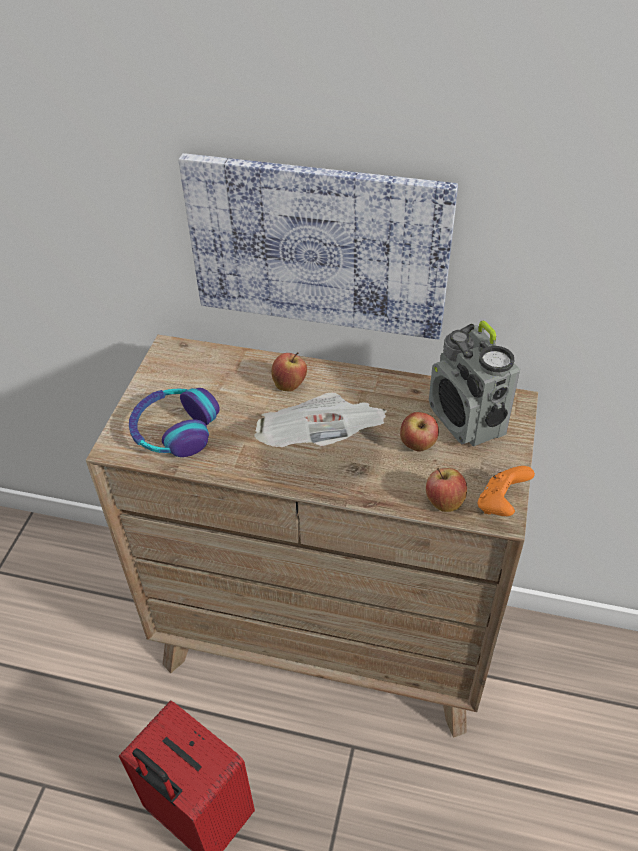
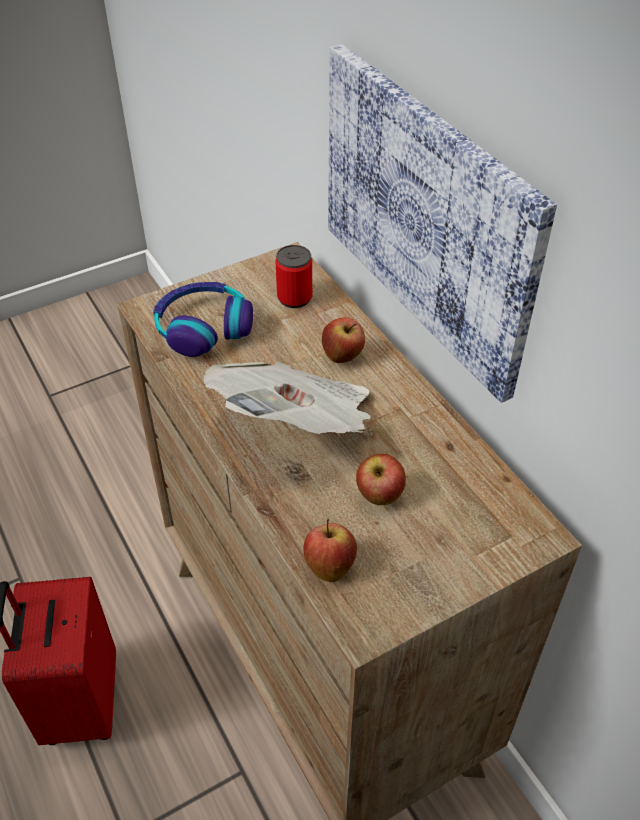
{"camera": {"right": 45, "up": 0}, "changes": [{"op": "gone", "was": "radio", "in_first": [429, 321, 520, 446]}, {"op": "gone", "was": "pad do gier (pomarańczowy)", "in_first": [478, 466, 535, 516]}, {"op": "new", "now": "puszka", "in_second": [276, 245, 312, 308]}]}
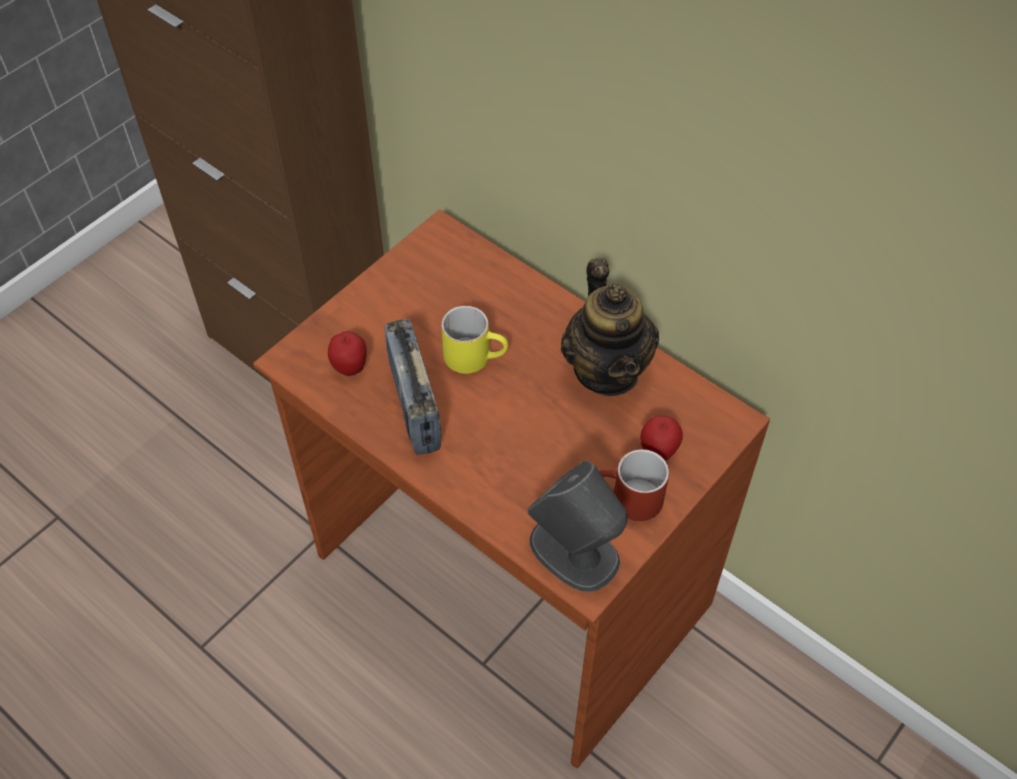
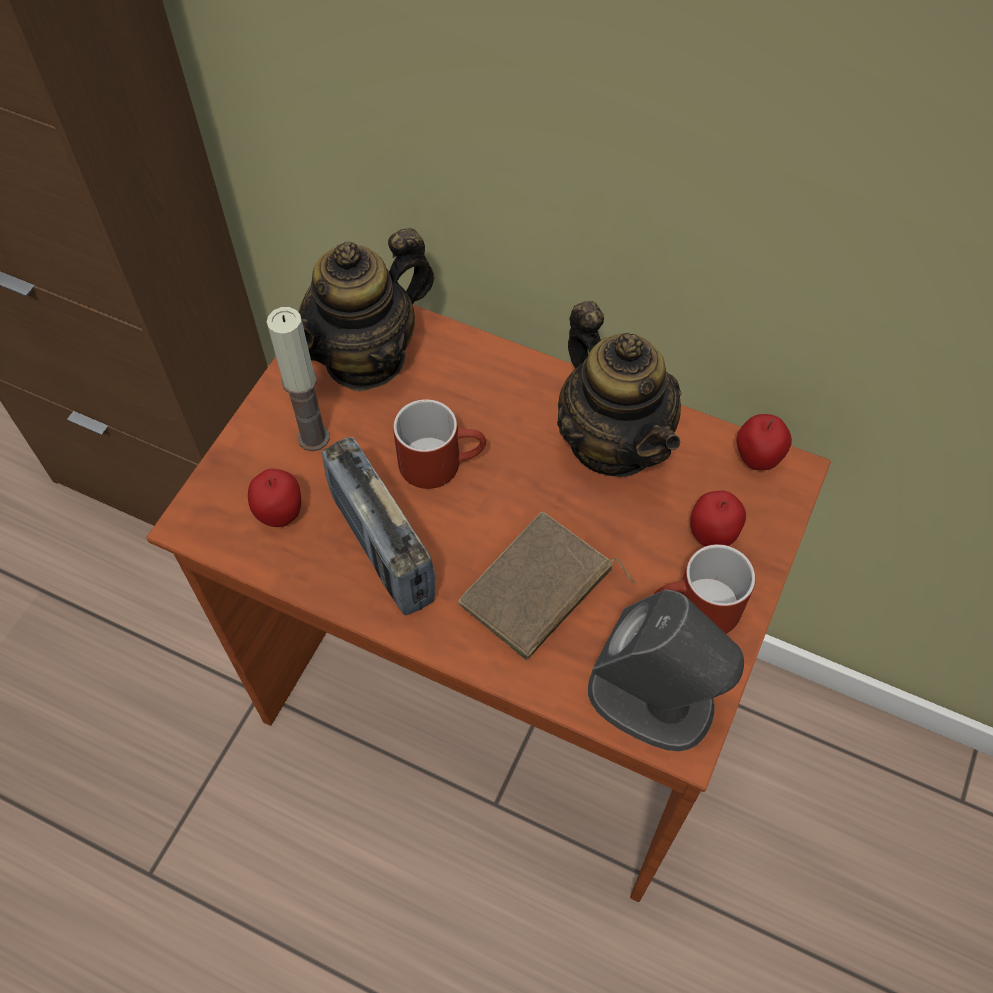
{"camera": {"right": -15, "up": 5}, "changes": [{"op": "new", "now": "świeca", "in_second": [267, 307, 330, 451]}, {"op": "new", "now": "imbryk", "in_second": [299, 228, 435, 392]}, {"op": "new", "now": "książka (brązowy)", "in_second": [458, 511, 636, 660]}, {"op": "new", "now": "jabłko", "in_second": [737, 414, 792, 470]}, {"op": "repainted", "was": "kubek (żółty)", "now": "kubek (czerwony)", "in_first": [441, 306, 508, 374], "in_second": [393, 399, 486, 489]}]}
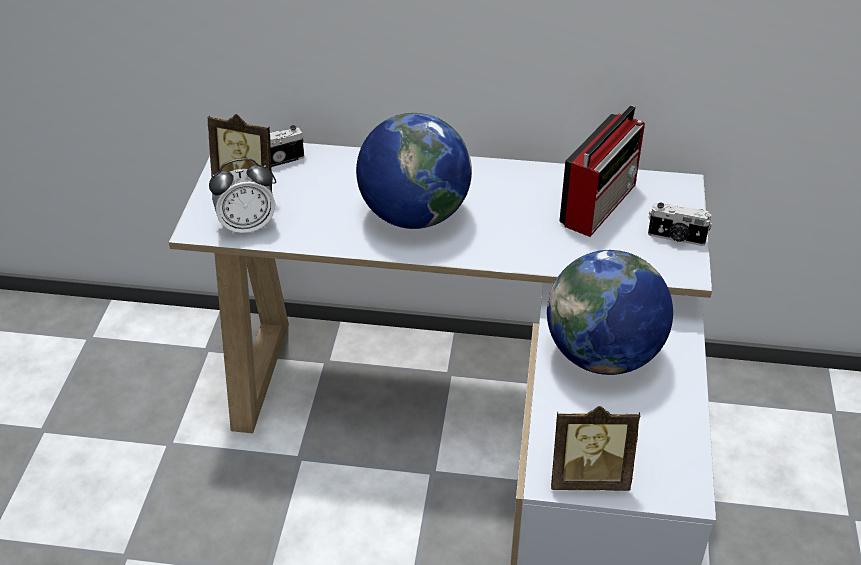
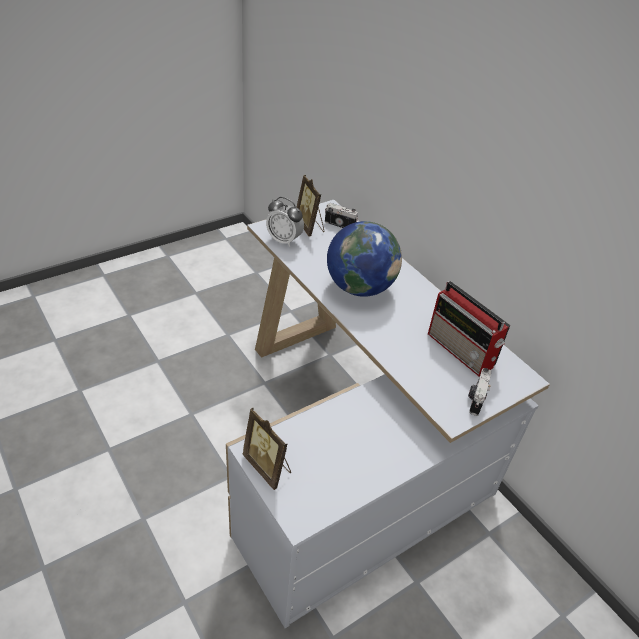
{"camera": {"right": 45, "up": 0}, "changes": [{"op": "gone", "was": "globus", "in_first": [547, 250, 673, 375]}, {"op": "rotated", "was": "radio", "in_first": [559, 105, 645, 237], "in_second": [428, 281, 510, 377], "clockwise": 60}, {"op": "rotated", "was": "aparat fotograficzny", "in_first": [648, 203, 712, 246], "in_second": [468, 368, 492, 416], "clockwise": 45}]}
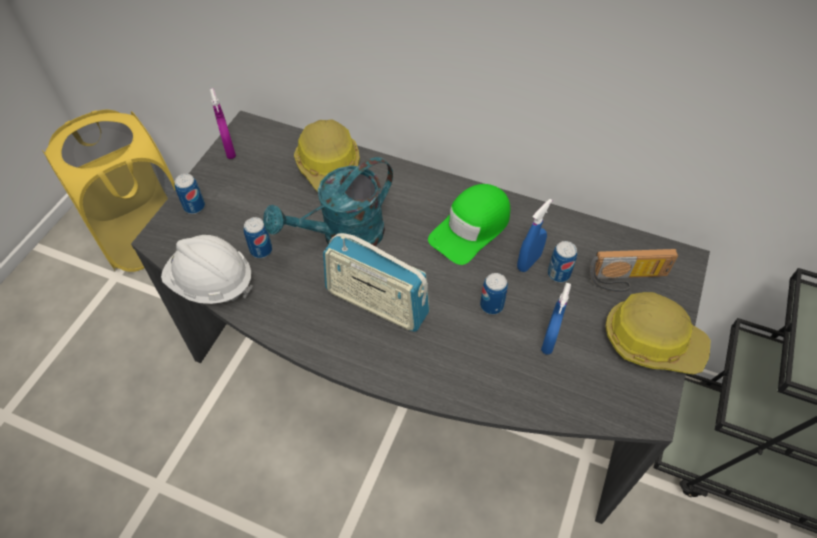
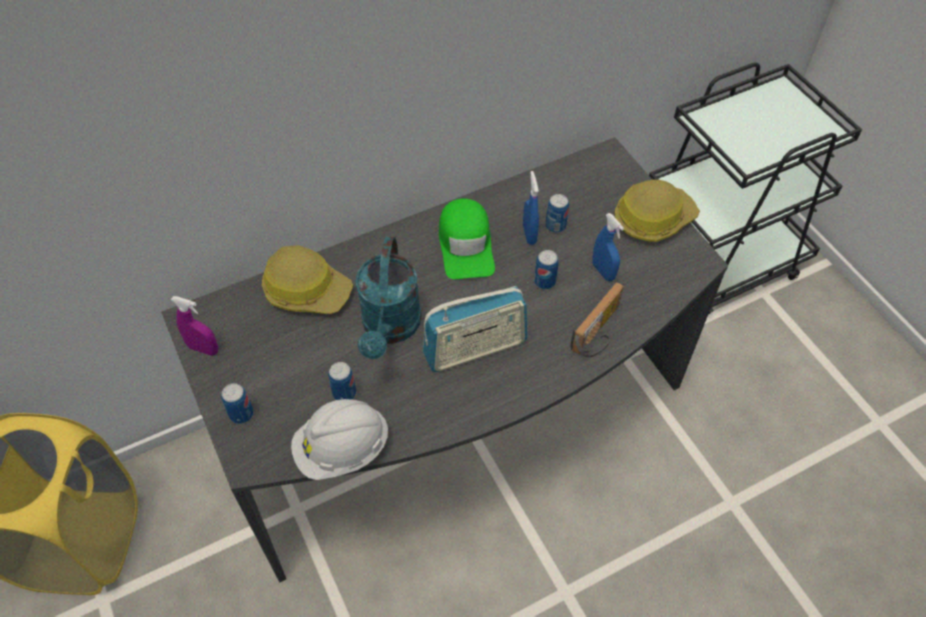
{"camera": {"right": -50, "up": 0}, "changes": [{"op": "shifted", "was": "radio", "in_first": [590, 248, 678, 292], "in_second": [570, 282, 623, 357]}]}
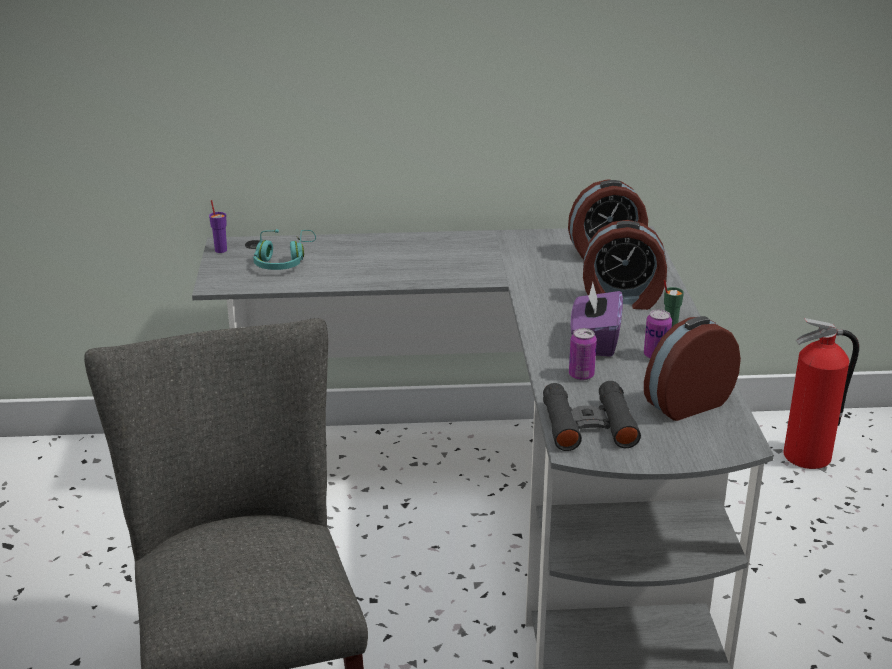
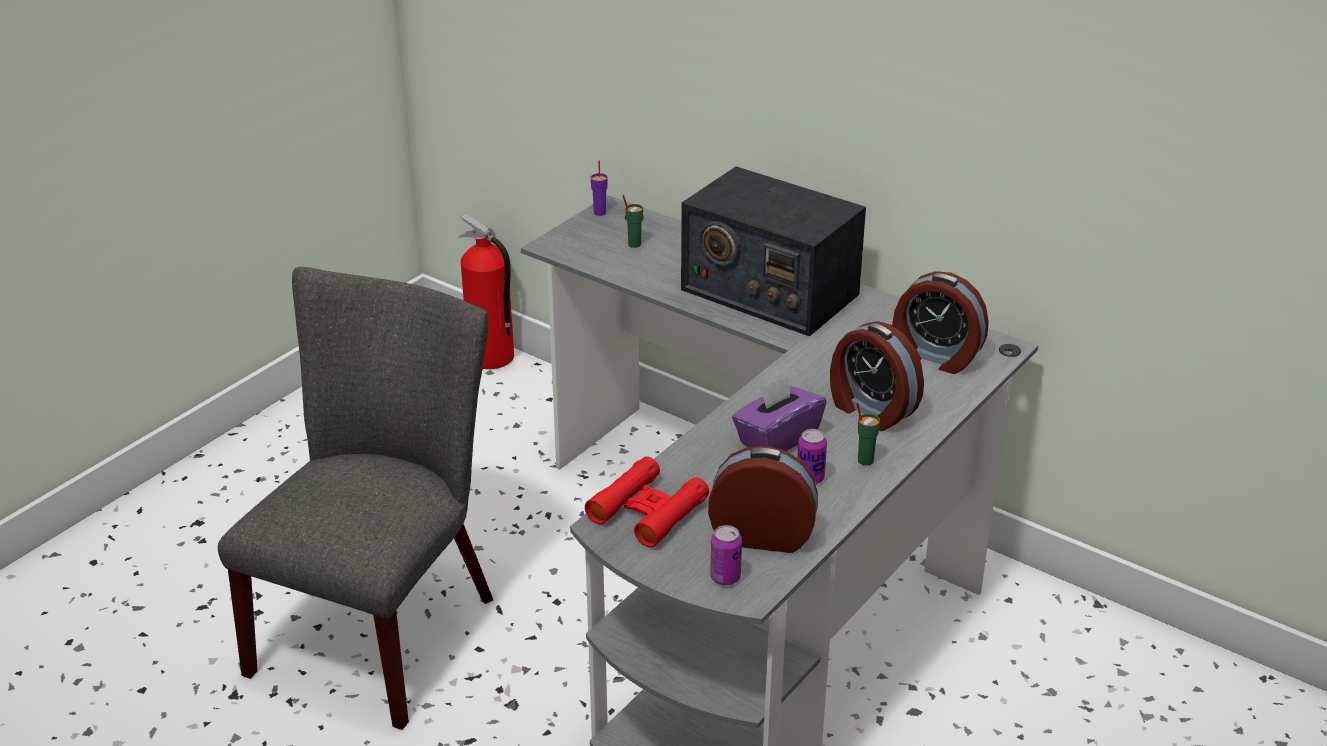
{"camera": {"right": 40, "up": 5}, "changes": [{"op": "new", "now": "radio", "in_second": [681, 166, 866, 337]}, {"op": "shifted", "was": "puszka", "in_first": [569, 328, 597, 381], "in_second": [710, 525, 742, 585]}, {"op": "shifted", "was": "gaśnica", "in_first": [783, 318, 859, 469], "in_second": [459, 214, 514, 369]}, {"op": "swapped", "was": "słuchawki (turkusowy)", "now": "filiżanka (zielony)", "in_first": [253, 229, 316, 270], "in_second": [623, 195, 643, 248]}, {"op": "repainted", "was": "lornetka (czarny)", "now": "lornetka (czerwony)", "in_first": [543, 381, 641, 451], "in_second": [585, 456, 709, 547]}]}
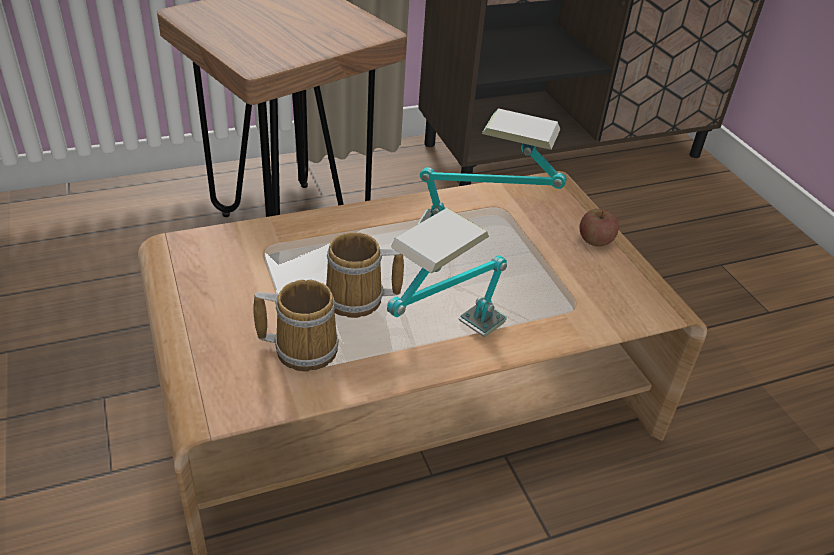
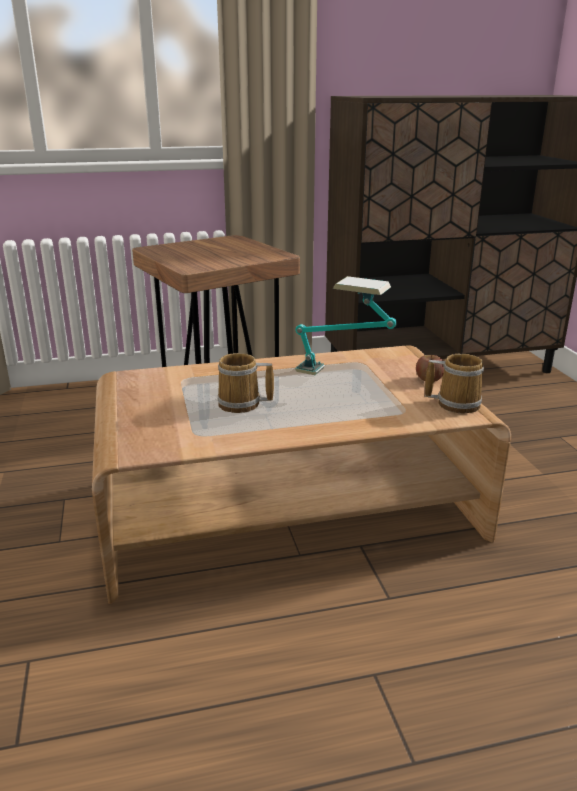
{"camera": {"right": 10, "up": -15}, "changes": [{"op": "gone", "was": "lampa stołowa", "in_first": [387, 208, 507, 338]}, {"op": "shifted", "was": "kubek", "in_first": [253, 280, 339, 371], "in_second": [425, 354, 484, 413]}]}
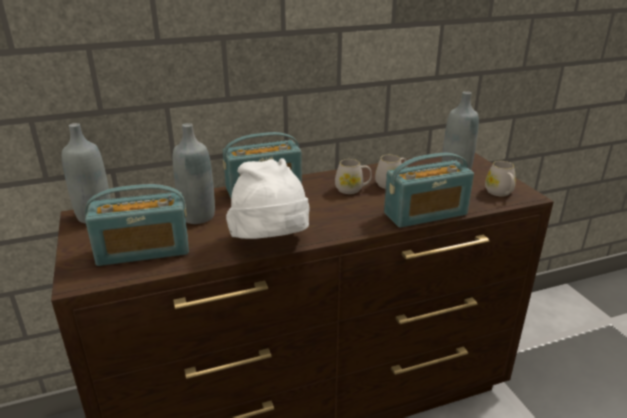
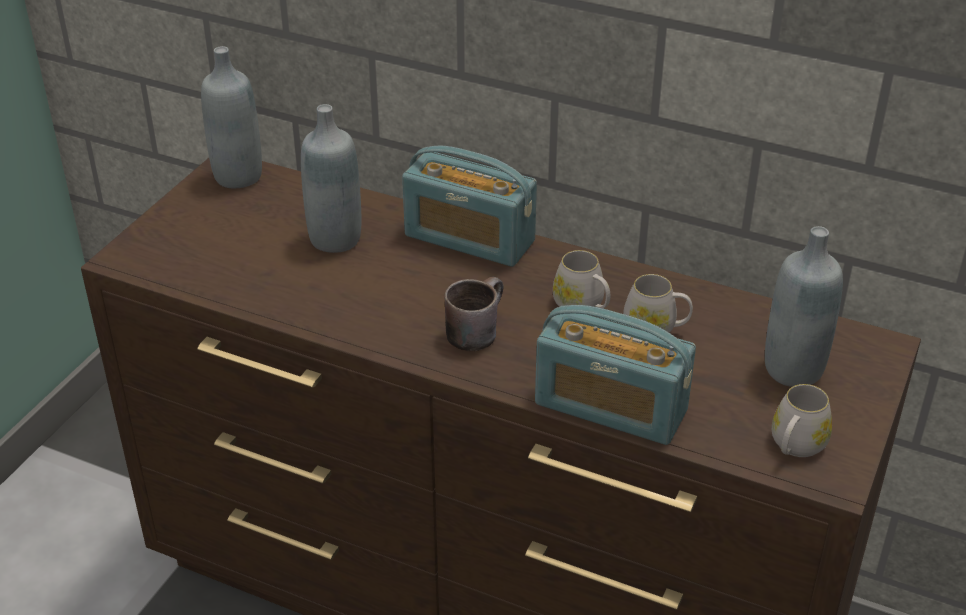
{"camera": {"right": 45, "up": 10}, "changes": [{"op": "gone", "was": "radio", "in_first": [85, 184, 189, 266]}, {"op": "gone", "was": "kapelusz (biały)", "in_first": [226, 158, 310, 239]}, {"op": "new", "now": "kubek (brązowy)", "in_second": [444, 277, 504, 351]}]}
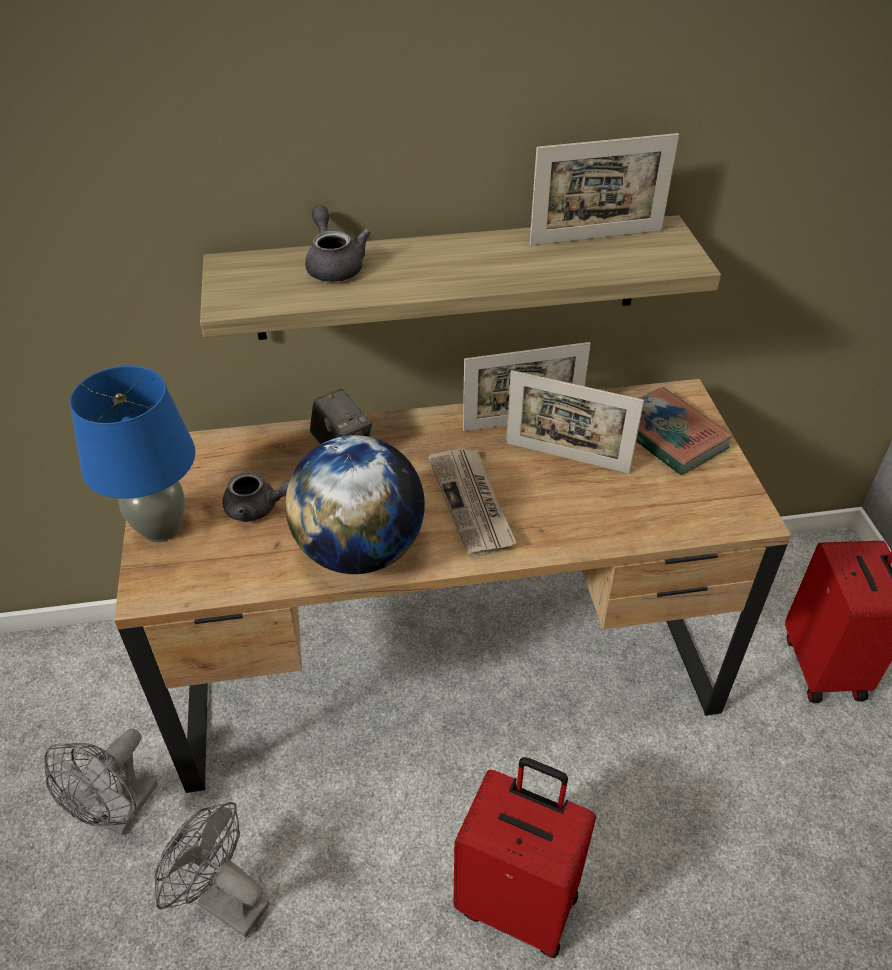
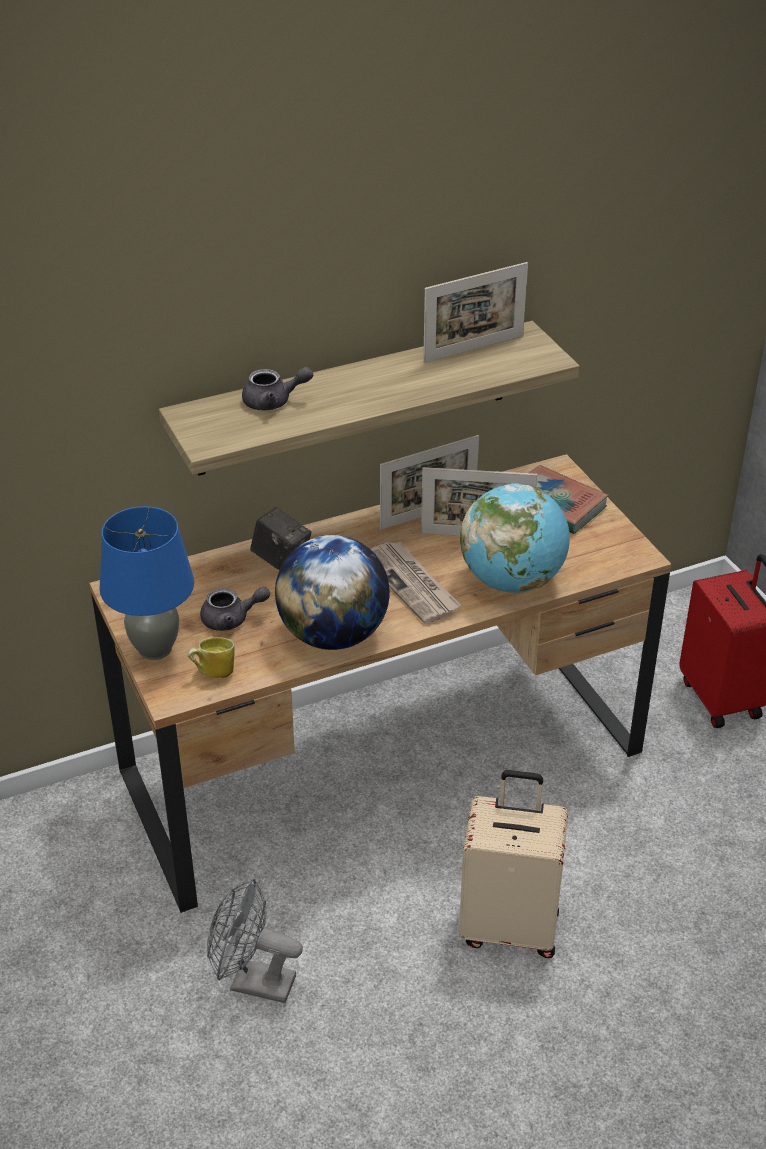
{"camera": {"right": -15, "up": -5}, "changes": [{"op": "gone", "was": "wentylator (szary)", "in_first": [44, 729, 158, 836]}, {"op": "new", "now": "kubek", "in_second": [188, 637, 235, 678]}, {"op": "new", "now": "globus", "in_second": [460, 483, 570, 593]}, {"op": "repainted", "was": "walizka (czerwony)", "now": "walizka (beżowy)", "in_first": [453, 757, 596, 958], "in_second": [459, 770, 568, 958]}, {"op": "rotated", "was": "imbryk (szary)", "in_first": [305, 205, 371, 282], "in_second": [242, 367, 313, 410], "clockwise": 120}]}
